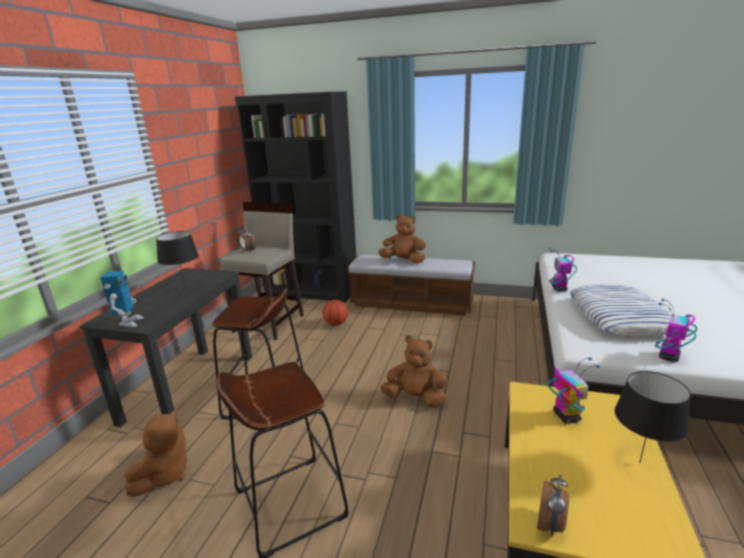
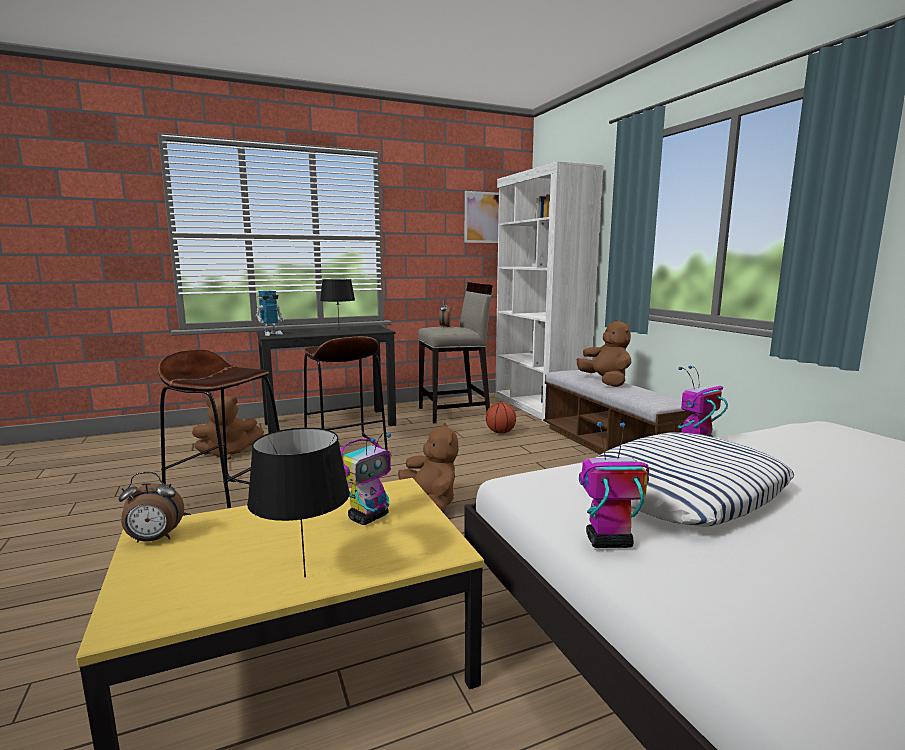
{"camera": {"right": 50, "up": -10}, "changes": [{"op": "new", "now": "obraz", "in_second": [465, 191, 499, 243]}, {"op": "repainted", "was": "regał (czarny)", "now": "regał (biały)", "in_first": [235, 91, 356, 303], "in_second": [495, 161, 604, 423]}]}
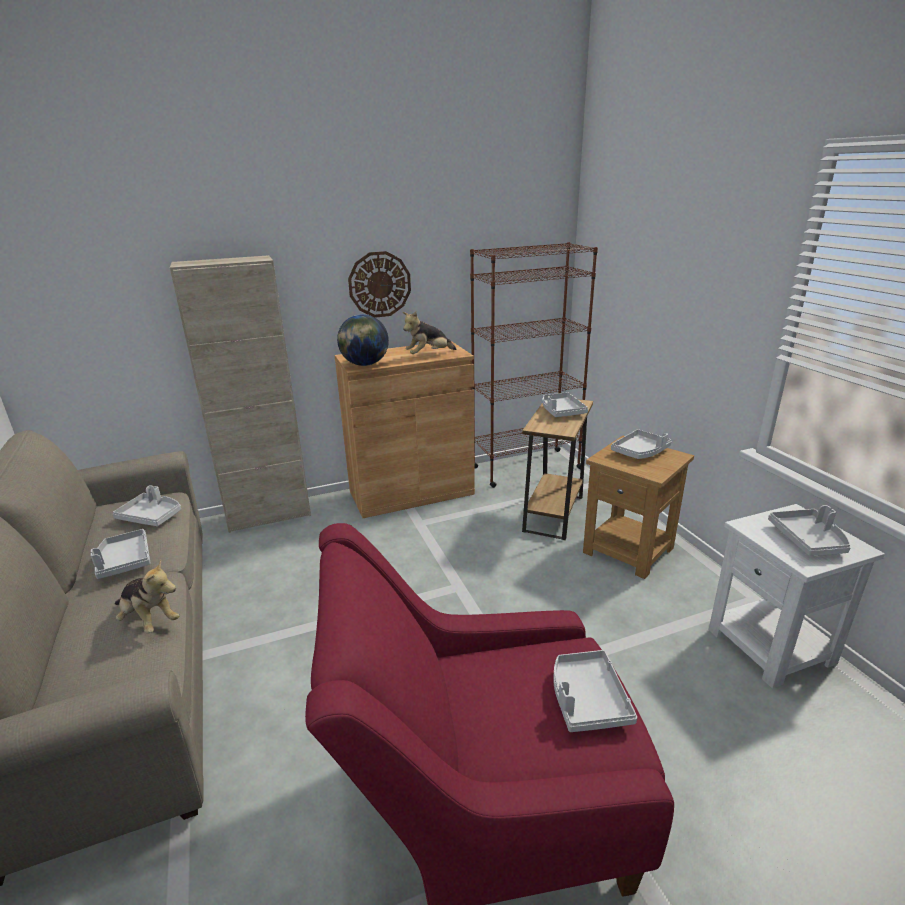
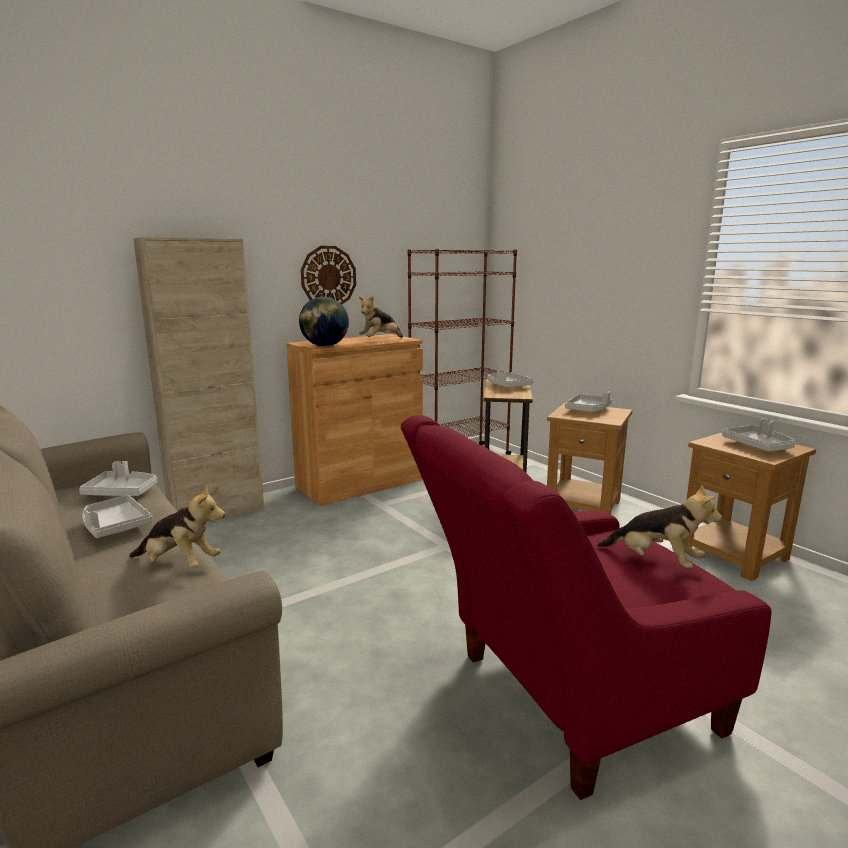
{"camera": {"right": -15, "up": -10}, "changes": [{"op": "swapped", "was": "taca (szary)", "now": "pluszak", "in_first": [554, 650, 637, 732], "in_second": [597, 484, 722, 568]}, {"op": "repainted", "was": "stolik (biały)", "now": "stolik (brązowy)", "in_first": [709, 504, 885, 688], "in_second": [687, 433, 816, 581]}]}
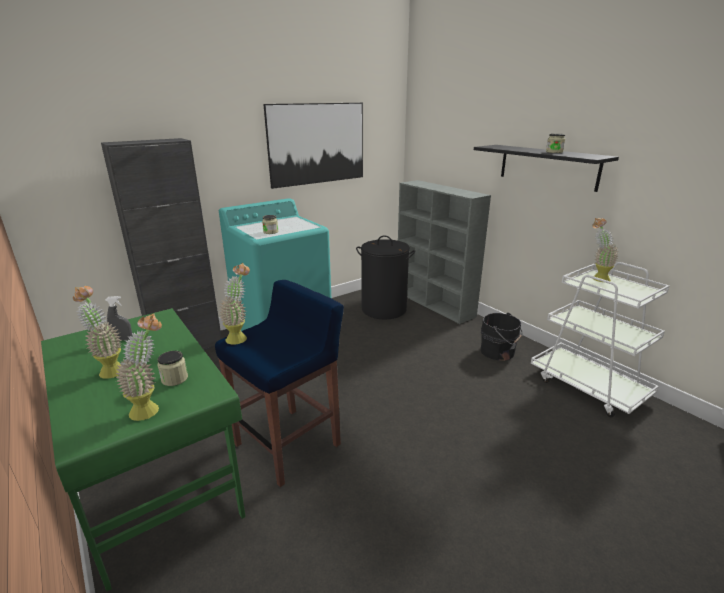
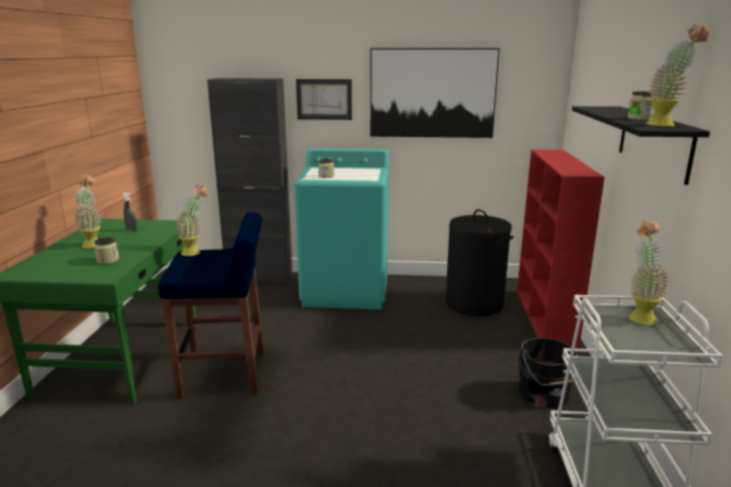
{"camera": {"right": 40, "up": -5}, "changes": [{"op": "new", "now": "obraz", "in_second": [296, 79, 352, 120]}, {"op": "shifted", "was": "roślina doniczkowa", "in_first": [116, 313, 162, 421], "in_second": [646, 24, 710, 126]}, {"op": "repainted", "was": "regał (szary)", "now": "regał (czerwony)", "in_first": [398, 180, 491, 324], "in_second": [517, 150, 605, 349]}]}
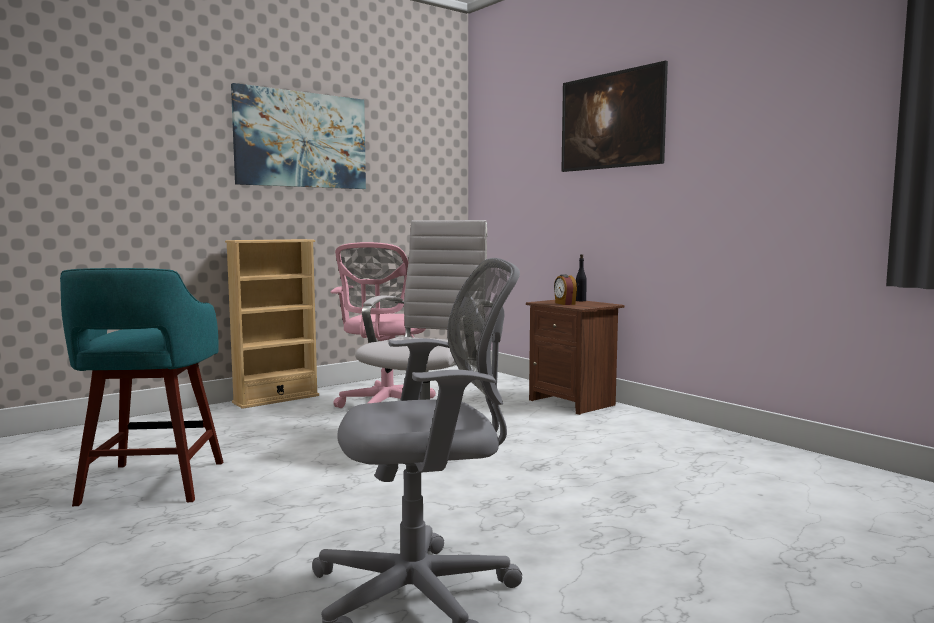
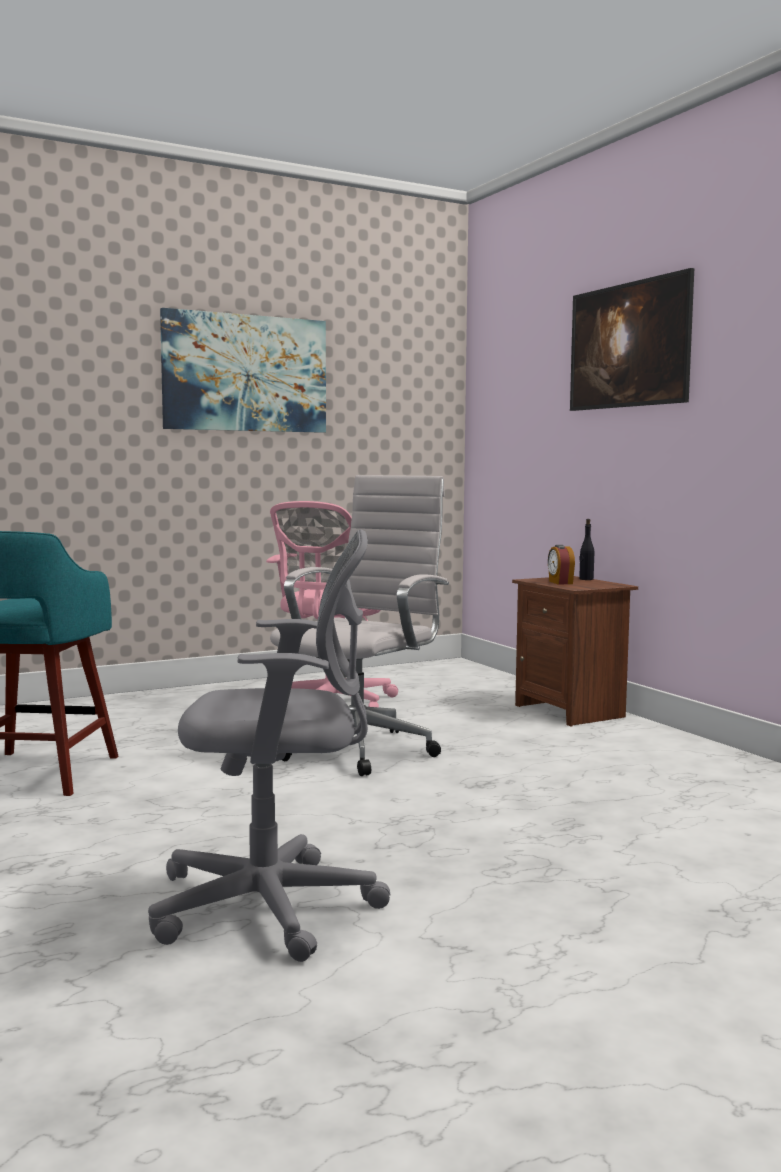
{"camera": {"right": 10, "up": 0}, "changes": [{"op": "gone", "was": "regał (beżowy)", "in_first": [225, 239, 319, 409]}]}
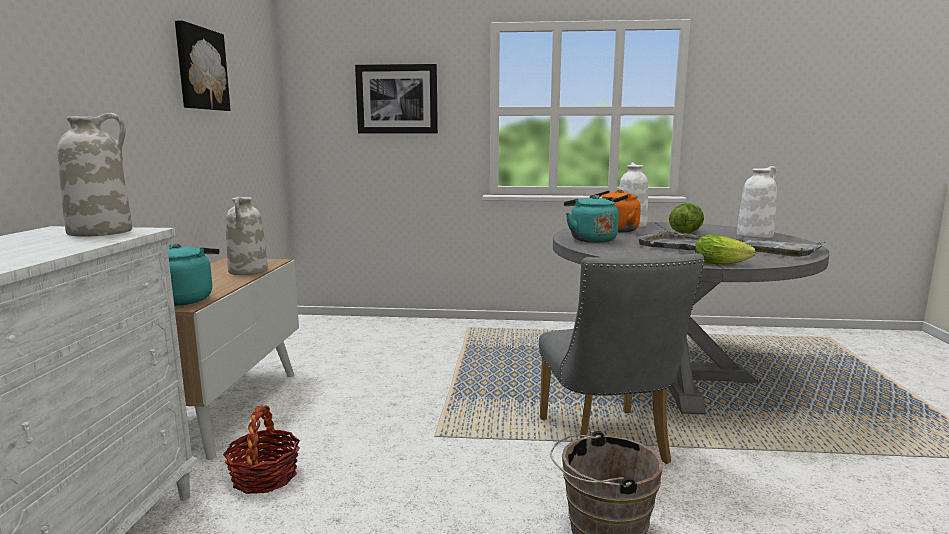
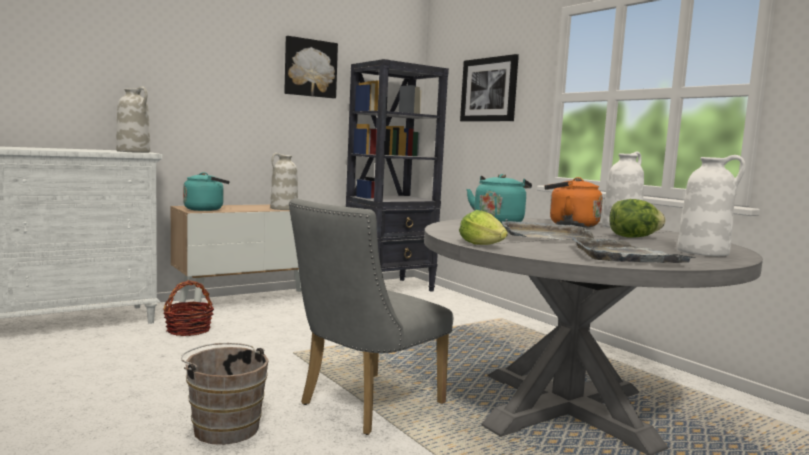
{"camera": {"right": 50, "up": -5}, "changes": [{"op": "new", "now": "regał (czarny)", "in_second": [346, 59, 449, 292]}]}
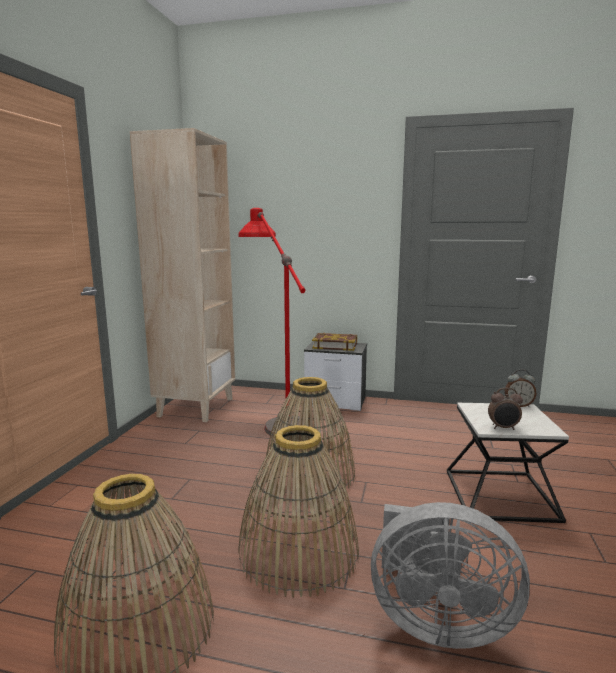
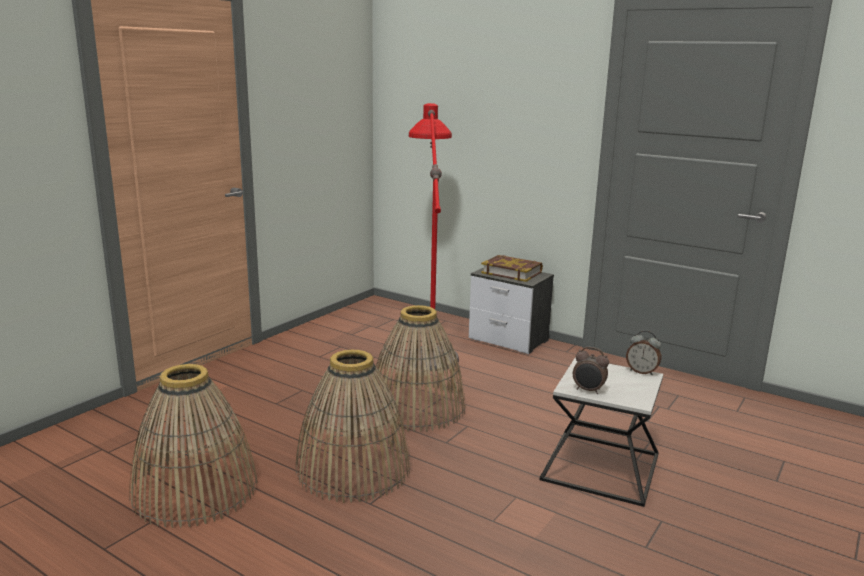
{"camera": {"right": 20, "up": 5}, "changes": [{"op": "gone", "was": "regał (beżowy)", "in_first": [130, 128, 235, 422]}, {"op": "gone", "was": "wentylator (szary)", "in_first": [371, 502, 530, 649]}]}
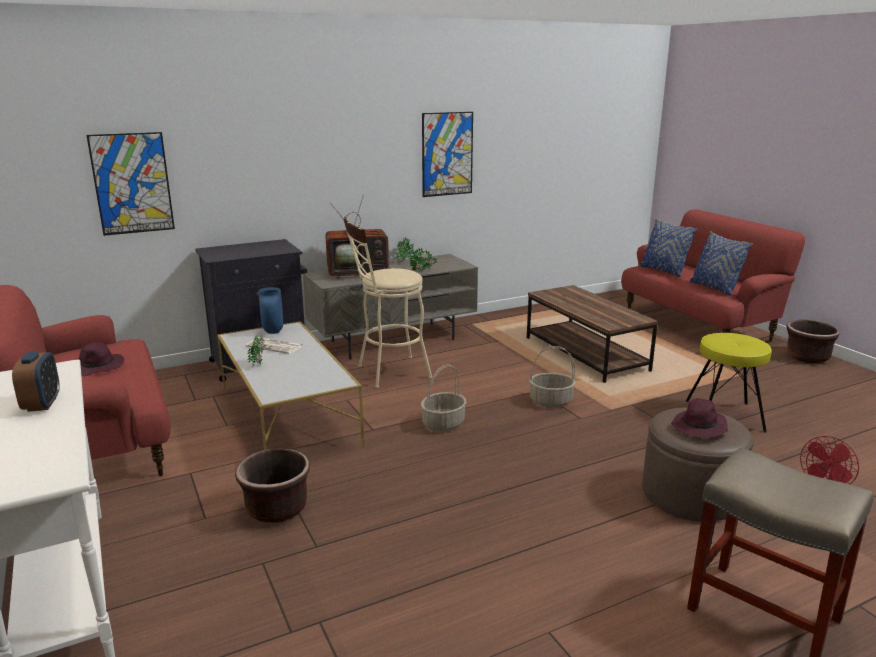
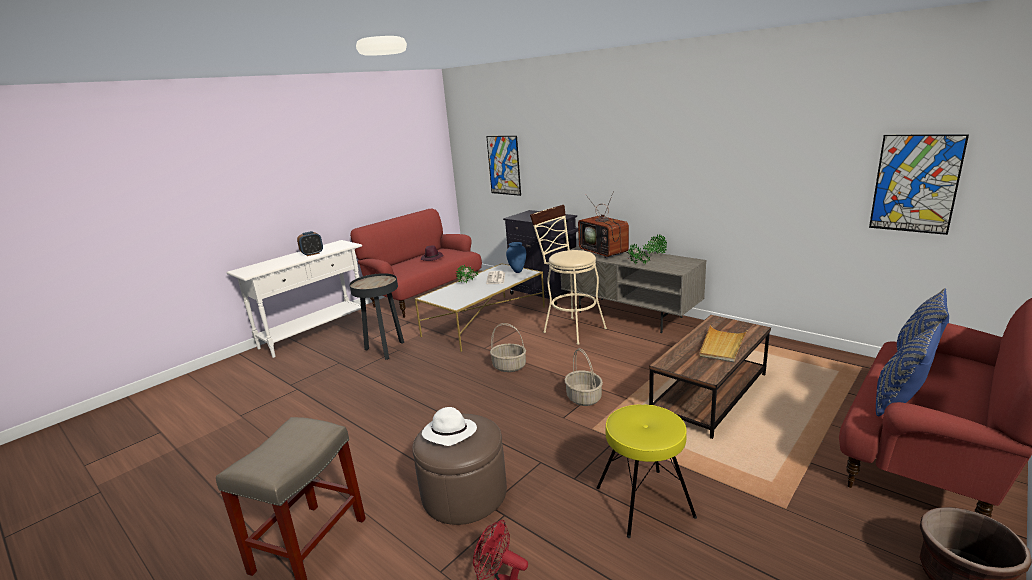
{"camera": {"right": 70, "up": 0}, "changes": [{"op": "new", "now": "taca (beżowy)", "in_second": [699, 325, 747, 362]}, {"op": "shifted", "was": "obraz", "in_first": [422, 112, 473, 197], "in_second": [869, 134, 969, 235]}, {"op": "swapped", "was": "donica (brązowy)", "now": "stolik (czarny)", "in_first": [235, 449, 310, 523], "in_second": [349, 273, 404, 360]}, {"op": "repainted", "was": "kapelusz (fioletowy)", "now": "kapelusz (biały)", "in_first": [671, 398, 728, 438], "in_second": [422, 407, 477, 446]}]}
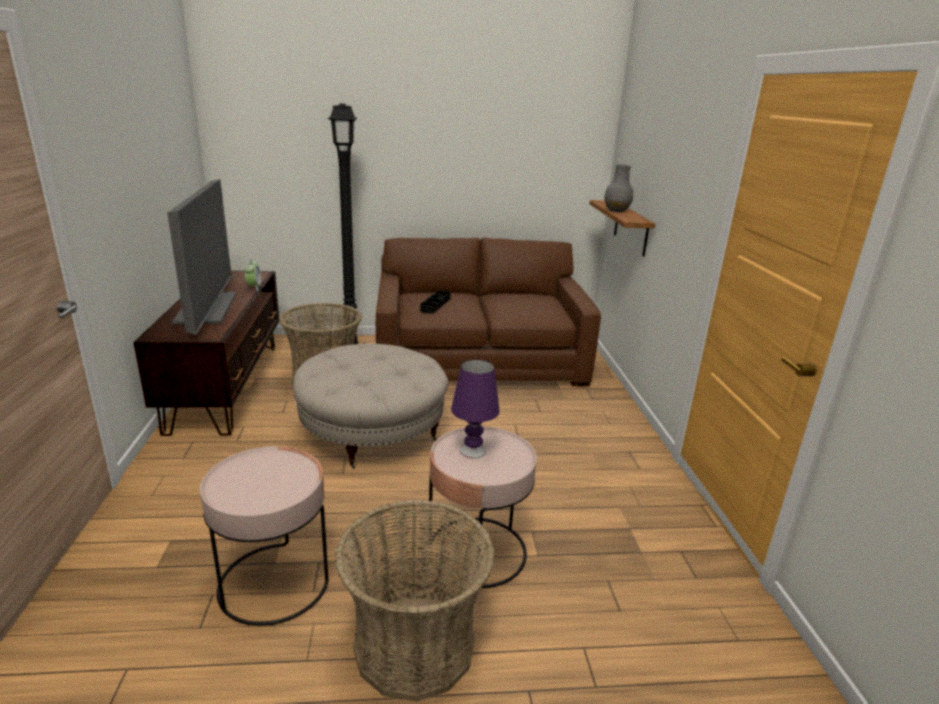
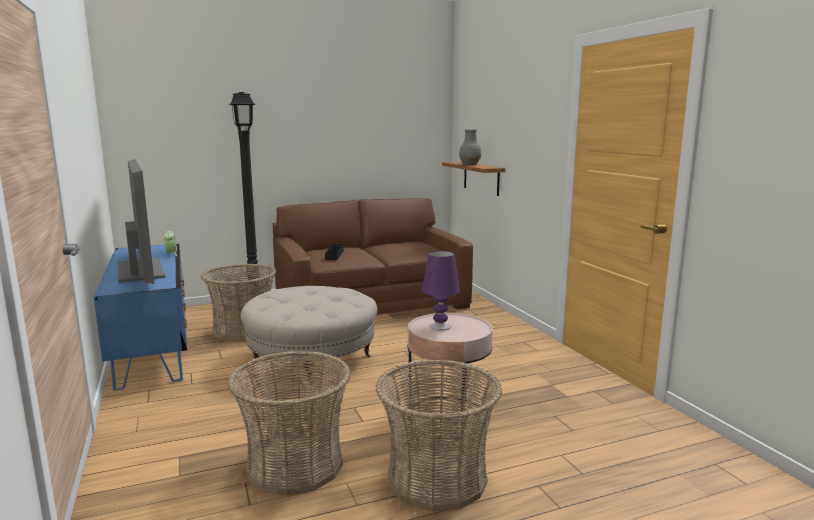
{"camera": {"right": -15, "up": -10}, "changes": [{"op": "swapped", "was": "stolik (różowy)", "now": "koszyk", "in_first": [200, 446, 328, 626], "in_second": [228, 350, 351, 496]}, {"op": "repainted", "was": "szafka pod telewizor (brązowy)", "now": "szafka pod telewizor (niebieski)", "in_first": [133, 270, 279, 436], "in_second": [94, 244, 187, 390]}]}
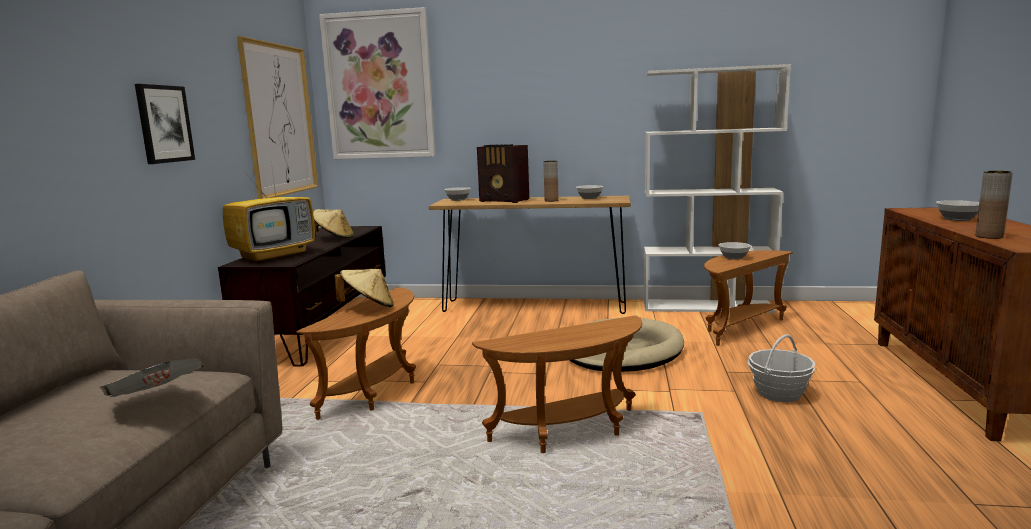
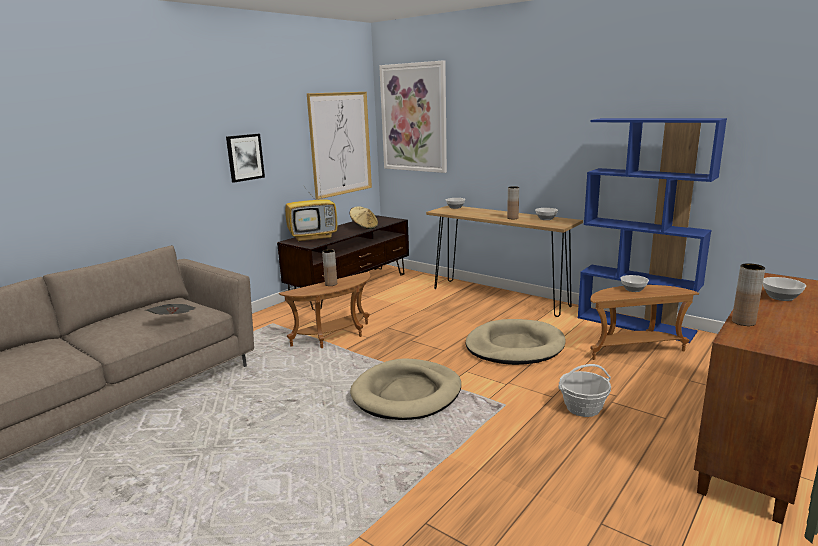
{"camera": {"right": 30, "up": 5}, "changes": [{"op": "gone", "was": "radio", "in_first": [477, 144, 529, 203]}, {"op": "swapped", "was": "kapelusz (beżowy)", "now": "wazon (brązowy)", "in_first": [335, 269, 394, 307], "in_second": [322, 249, 337, 286]}, {"op": "swapped", "was": "stolik (brązowy)", "now": "legowisko (beżowy)", "in_first": [472, 315, 642, 453], "in_second": [350, 358, 461, 420]}, {"op": "repainted", "was": "regał (biały)", "now": "regał (niebieski)", "in_first": [644, 64, 791, 313], "in_second": [578, 118, 727, 343]}]}
